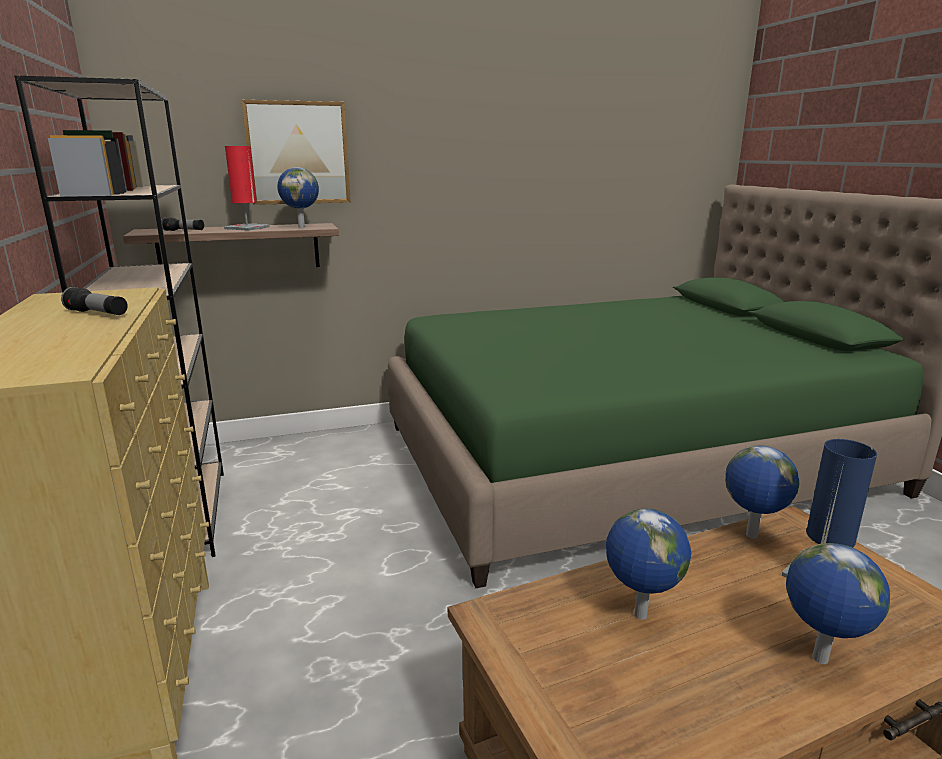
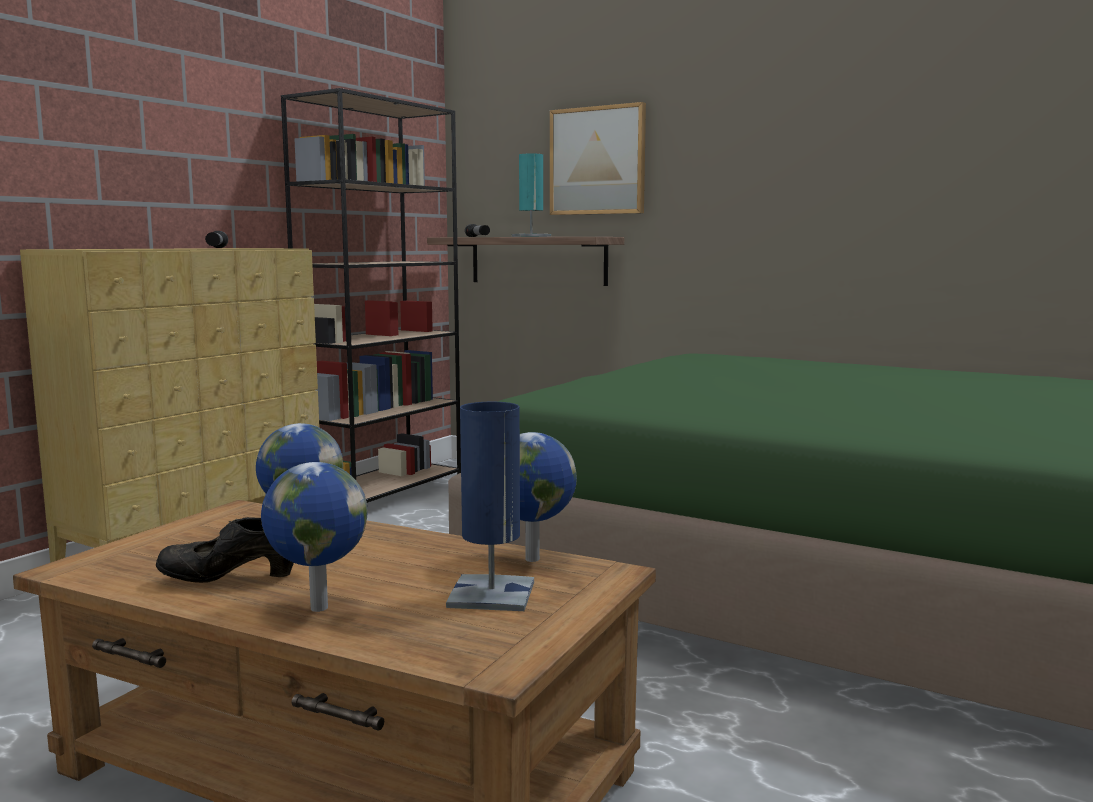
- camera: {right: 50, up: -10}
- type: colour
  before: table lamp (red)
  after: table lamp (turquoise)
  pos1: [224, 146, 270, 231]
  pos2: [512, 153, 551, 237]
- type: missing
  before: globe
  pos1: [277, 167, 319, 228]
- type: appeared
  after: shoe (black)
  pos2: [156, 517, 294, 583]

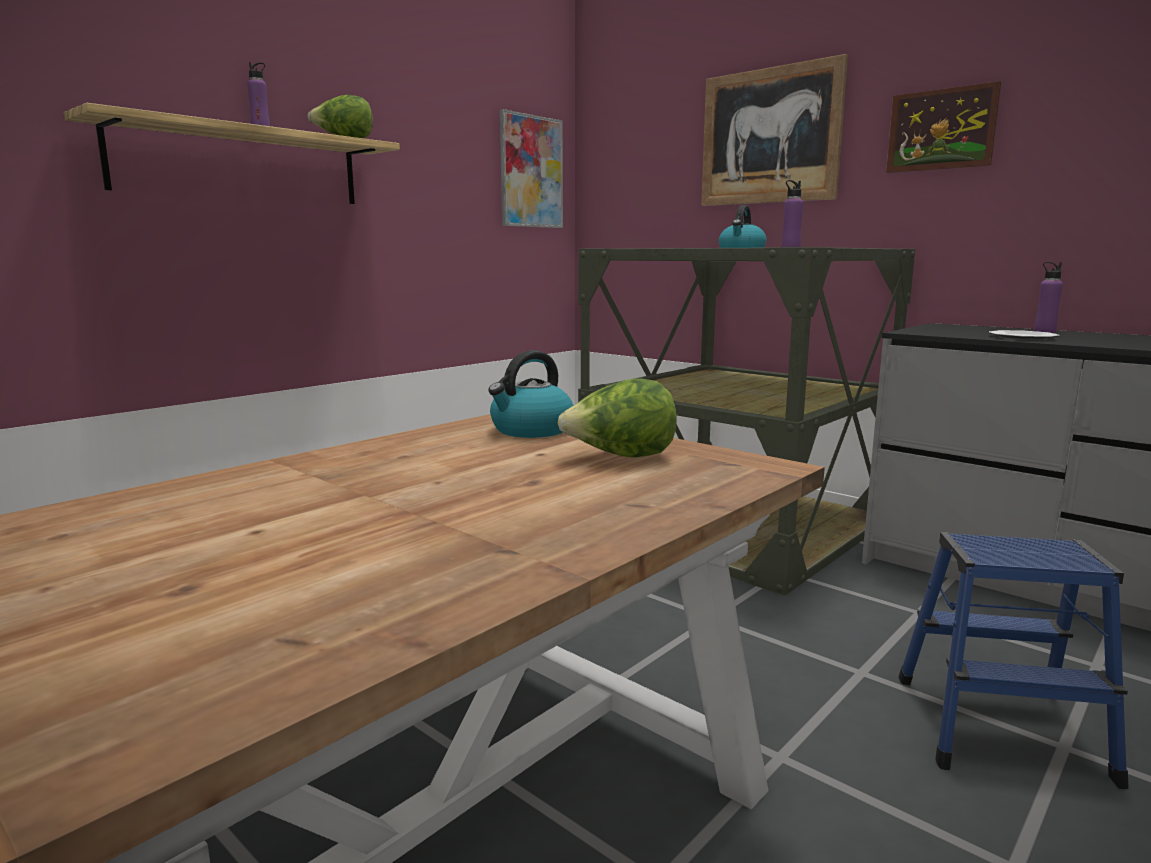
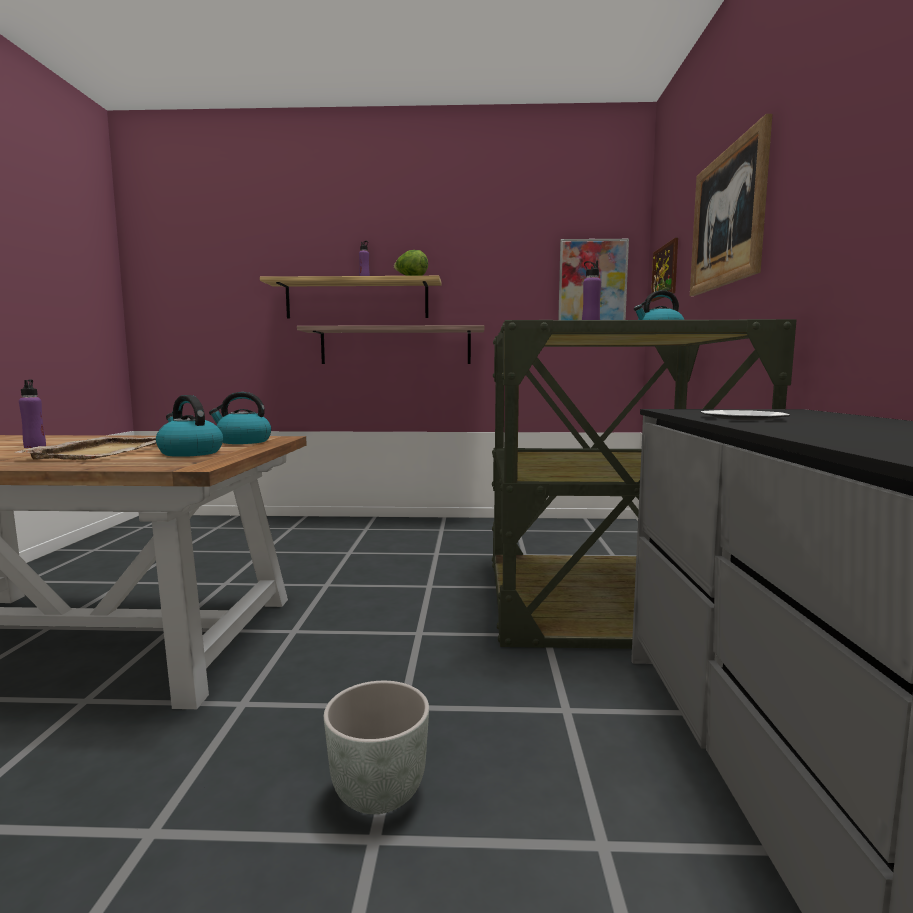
- camera: {right: 50, up: -5}
- type: relocated
  before: picture
  pos1: [886, 81, 1001, 173]
  pos2: [651, 238, 678, 302]
- type: relocated
  before: bottle (purple)
  pos1: [1034, 262, 1063, 333]
  pos2: [19, 380, 46, 448]
- type: exchanged
  before: lettuce
  after: kettle
  pos1: [558, 378, 677, 457]
  pos2: [156, 395, 223, 457]
- type: exchanged
  before: step ladder (blue)
  after: planter (grey)
  pos1: [898, 532, 1129, 789]
  pos2: [324, 681, 429, 814]
- type: appeared
  after: shelf
  pos2: [297, 325, 485, 364]
- type: appeared
  after: tray (beige)
  pos2: [15, 436, 156, 460]

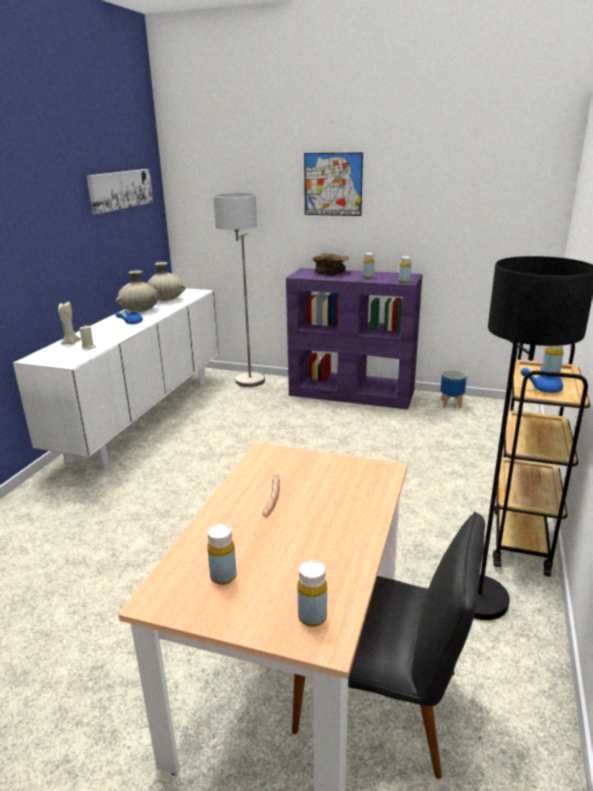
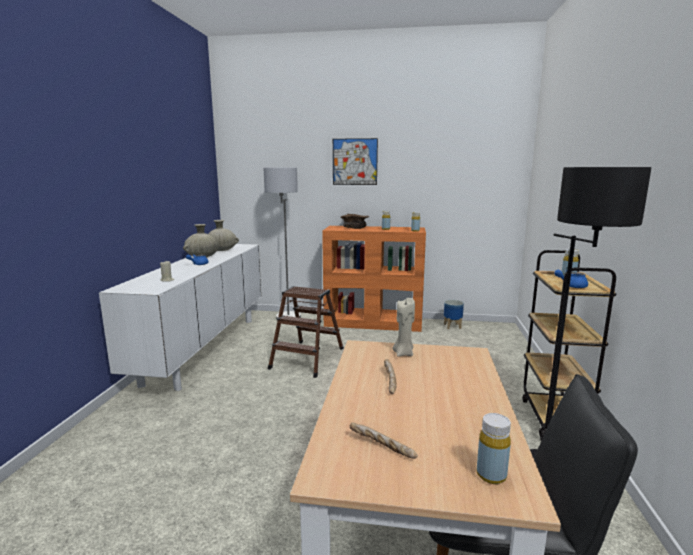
- camera: {right: -10, up: -10}
- type: missing
  before: picture
  pos1: [87, 169, 153, 214]
- type: colour
  before: bookcase (purple)
  after: bookcase (orange)
  pos1: [286, 268, 422, 409]
  pos2: [322, 226, 426, 332]
- type: relocated
  before: candle (beige)
  pos1: [58, 301, 81, 345]
  pos2: [392, 298, 415, 357]
- type: exchanged
  before: bottle (yellow)
  after: bread
  pos1: [207, 524, 237, 585]
  pos2: [350, 422, 418, 459]
- type: appeared
  after: step ladder (brown)
  pos2: [268, 286, 344, 378]

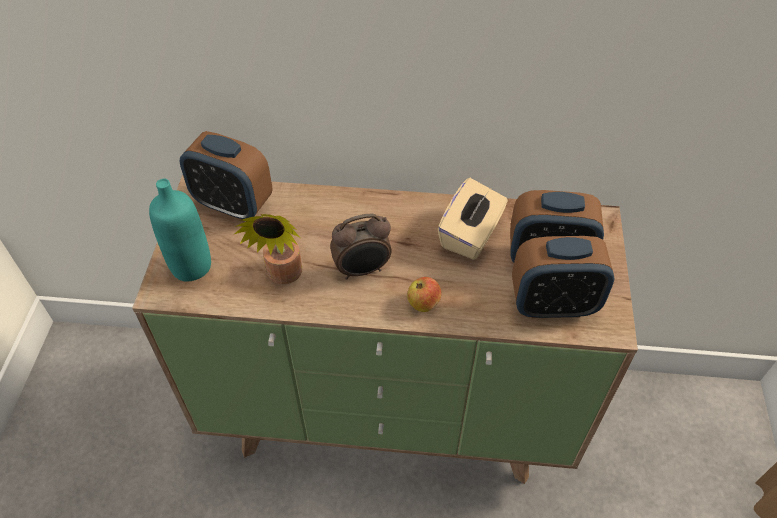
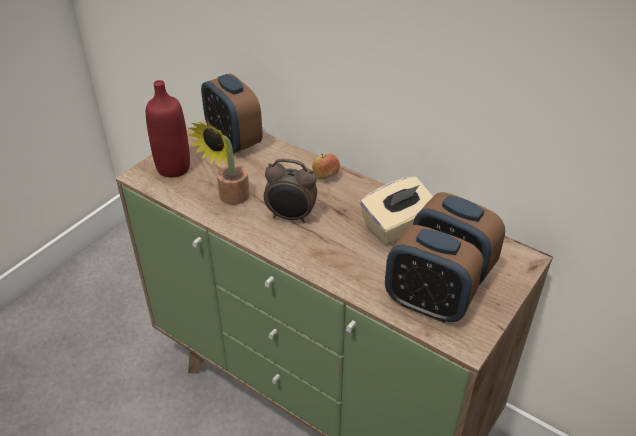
- camera: {right: 30, up: -10}
- type: colour
  before: bottle (turquoise)
  after: bottle (red)
  pos1: [149, 179, 211, 282]
  pos2: [146, 80, 190, 177]
- type: relocated
  before: apple
  pos1: [407, 277, 442, 312]
  pos2: [312, 153, 340, 180]

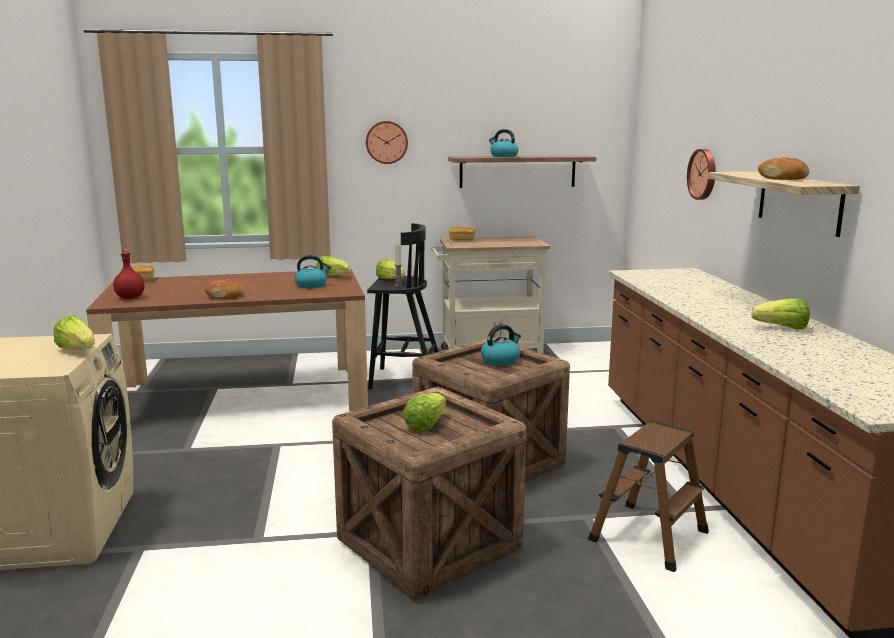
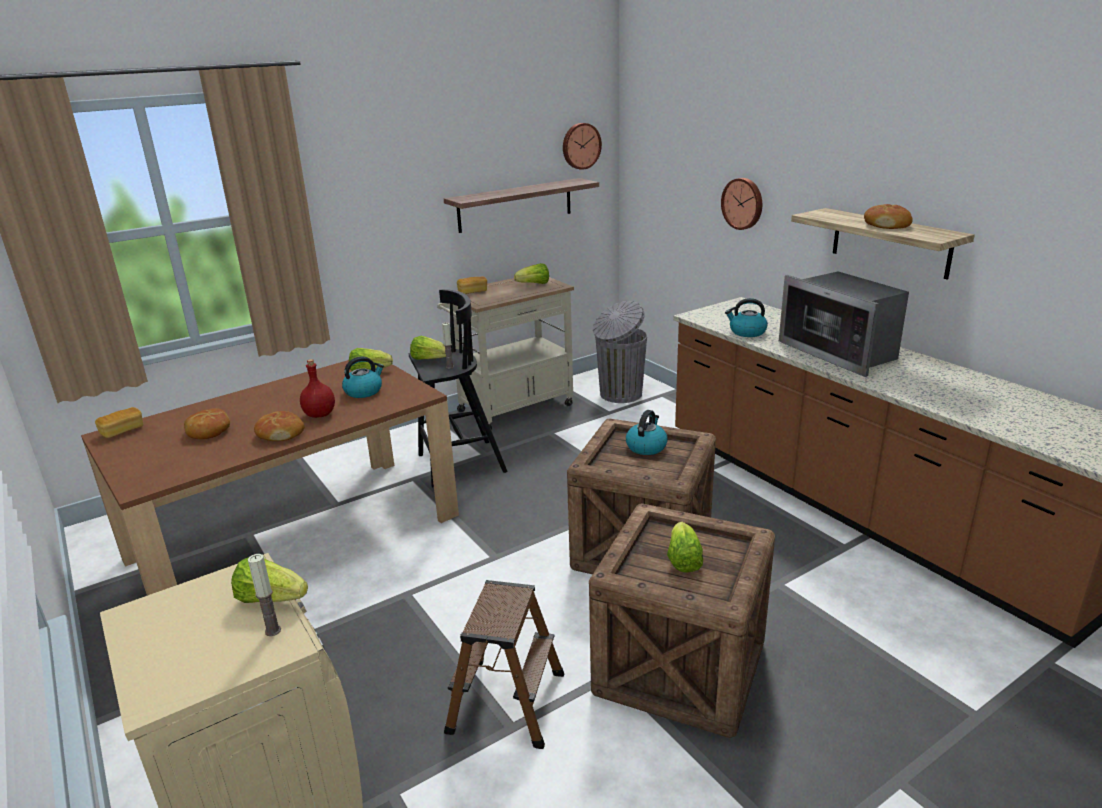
- camera: {right: -25, up: 10}
- type: relocated
  before: wall clock
  pos1: [366, 121, 408, 164]
  pos2: [563, 123, 602, 170]
- type: relocated
  before: kettle
  pos1: [489, 129, 518, 157]
  pos2: [725, 298, 768, 337]
- type: relocated
  before: bottle (red)
  pos1: [113, 249, 145, 299]
  pos2: [300, 359, 335, 418]
- type: relocated
  before: lettuce
  pos1: [752, 298, 810, 329]
  pos2: [514, 263, 549, 284]
- type: relocated
  before: step ladder (brown)
  pos1: [588, 420, 709, 572]
  pos2: [444, 580, 564, 749]
- type: appeared
  after: microwave
  pos2: [779, 271, 909, 377]
- type: appeared
  after: trash can (grey)
  pos2: [593, 301, 647, 403]
- type: appeared
  after: bread
  pos2: [184, 408, 230, 439]
- type: appeared
  after: candle
  pos2: [248, 554, 281, 636]

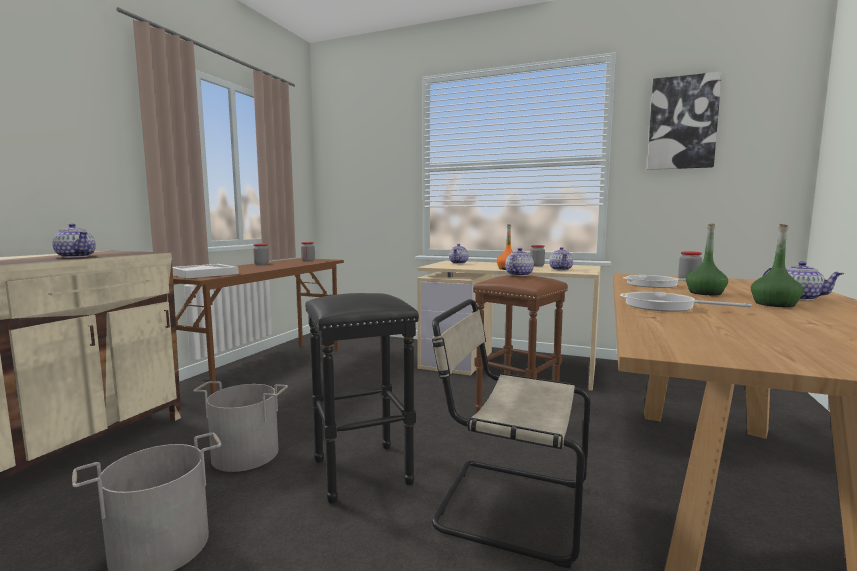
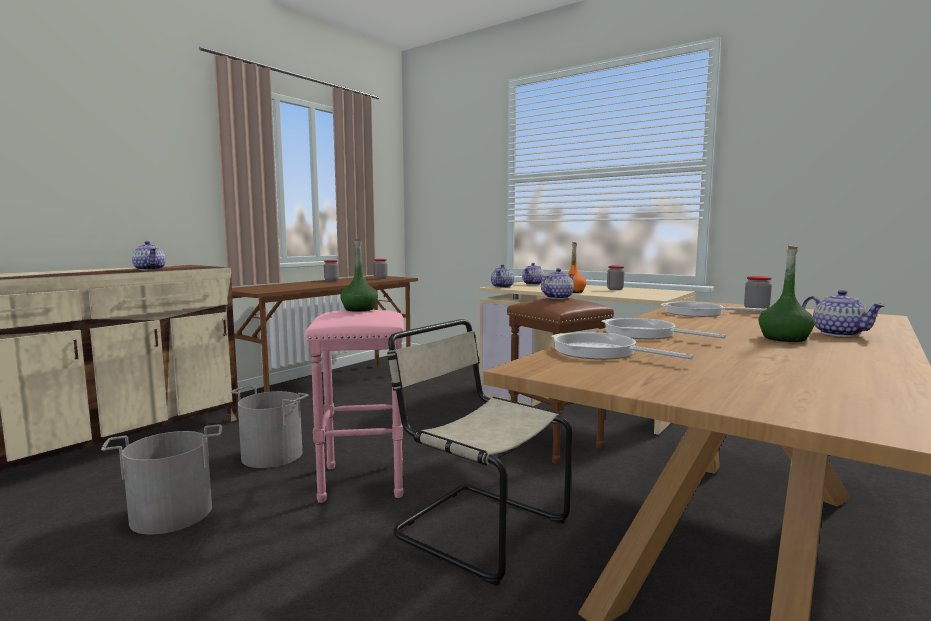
- camera: {right: 15, up: 0}
- type: missing
  before: picture
  pos1: [647, 71, 722, 170]
- type: relocated
  before: bottle (green)
  pos1: [686, 223, 728, 295]
  pos2: [340, 239, 378, 311]
- type: relocated
  before: teapot
  pos1: [549, 247, 573, 270]
  pos2: [491, 264, 514, 288]
- type: missing
  before: tray (white)
  pos1: [173, 264, 239, 278]
- type: colour
  before: stool (black)
  after: stool (pink)
  pos1: [305, 293, 419, 503]
  pos2: [305, 310, 404, 503]
- type: appeared
  after: frying pan
  pos2: [551, 332, 694, 360]

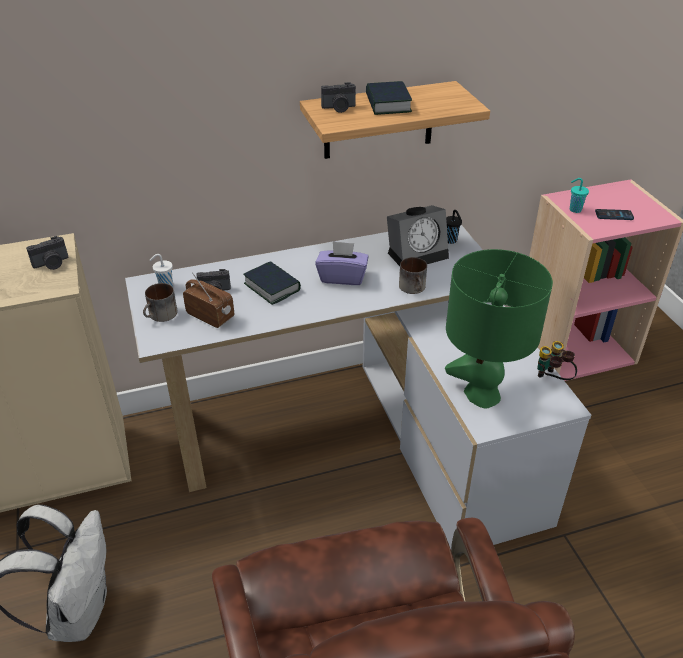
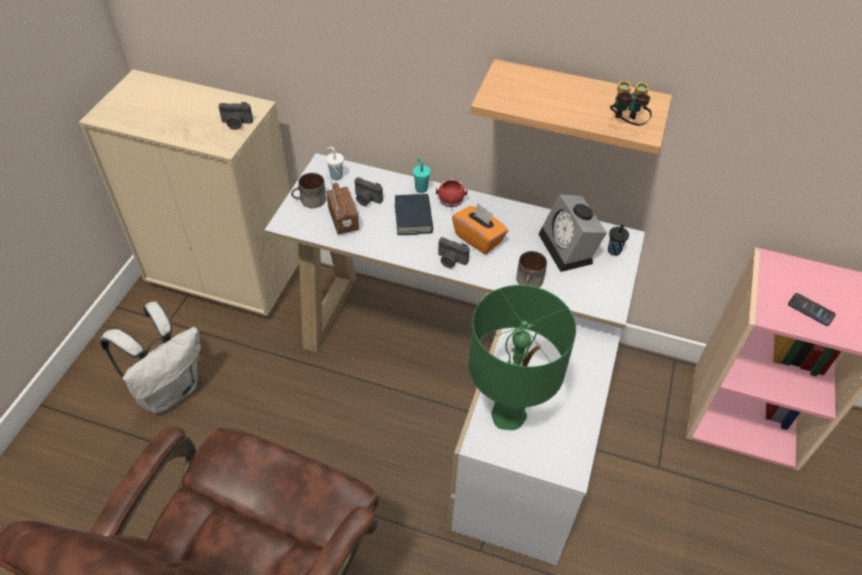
- camera: {right: 35, up: 10}
- type: missing
  before: book
  pos1: [366, 81, 412, 115]
- type: relocated
  before: photo camera
  pos1: [321, 82, 356, 113]
  pos2: [438, 237, 470, 268]
- type: relocated
  before: cup (turquoise)
  pos1: [570, 178, 589, 213]
  pos2: [413, 158, 431, 193]
- type: spun
  before: alarm clock
  pos1: [387, 205, 449, 266]
  pos2: [538, 194, 607, 272]
  turn: 60
- type: colour
  before: tissue box (purple)
  after: tissue box (orange)
  pos1: [315, 241, 369, 285]
  pos2: [452, 203, 508, 254]
- type: relocated
  before: binoculars
  pos1: [537, 341, 577, 380]
  pos2: [610, 81, 652, 126]
- type: appeared
  after: mug (red)
  pos2: [436, 179, 468, 207]

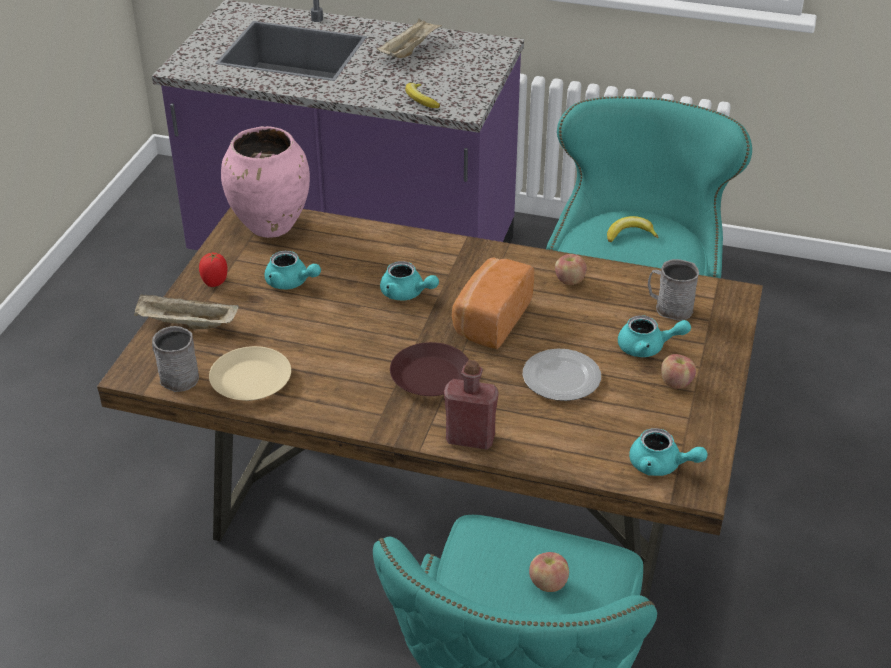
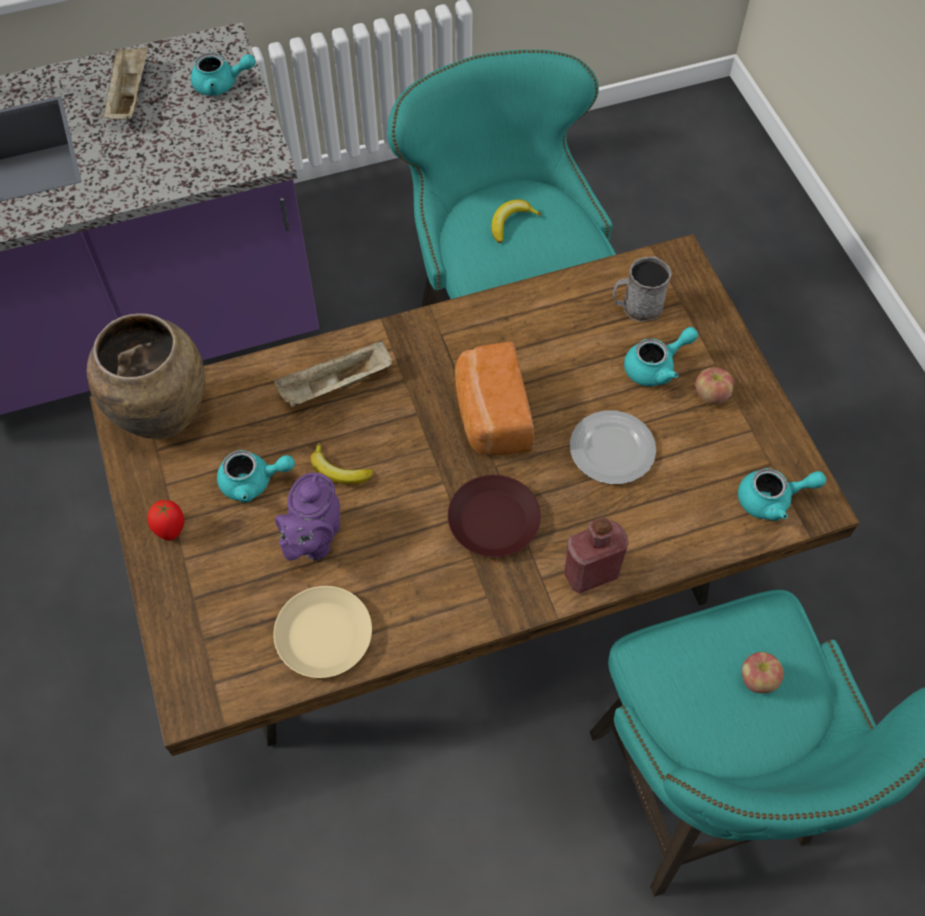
- camera: {right: -35, up: 20}
- type: relocated
  before: banana
  pos1: [405, 83, 440, 108]
  pos2: [311, 443, 374, 484]
- type: colour
  before: vase (pink)
  after: vase (brown)
  pos1: [221, 126, 310, 238]
  pos2: [87, 313, 205, 439]
- type: missing
  before: apple
  pos1: [555, 254, 587, 285]
- type: relocated
  before: teapot (turquoise)
  pos1: [380, 261, 439, 301]
  pos2: [191, 53, 256, 96]
- type: relocated
  before: tray (beige)
  pos1: [134, 294, 239, 329]
  pos2: [274, 341, 392, 407]
- type: missing
  before: mug (grey)
  pos1: [152, 326, 199, 392]
- type: appeared
  after: teapot (purple)
  pos2: [275, 473, 340, 560]

